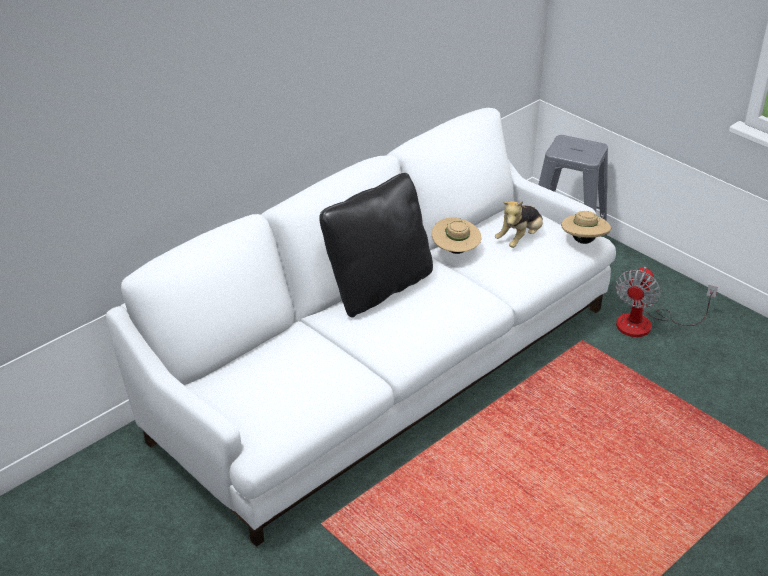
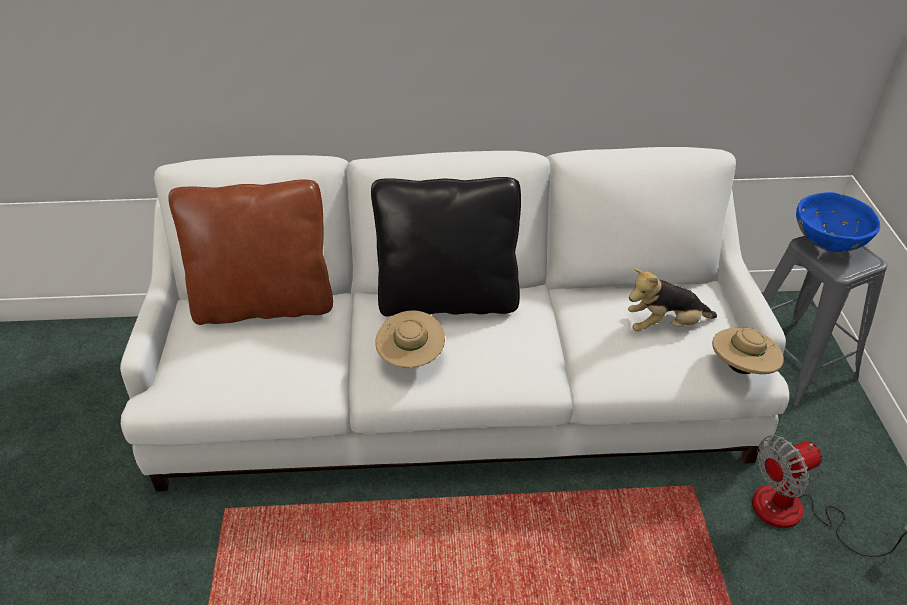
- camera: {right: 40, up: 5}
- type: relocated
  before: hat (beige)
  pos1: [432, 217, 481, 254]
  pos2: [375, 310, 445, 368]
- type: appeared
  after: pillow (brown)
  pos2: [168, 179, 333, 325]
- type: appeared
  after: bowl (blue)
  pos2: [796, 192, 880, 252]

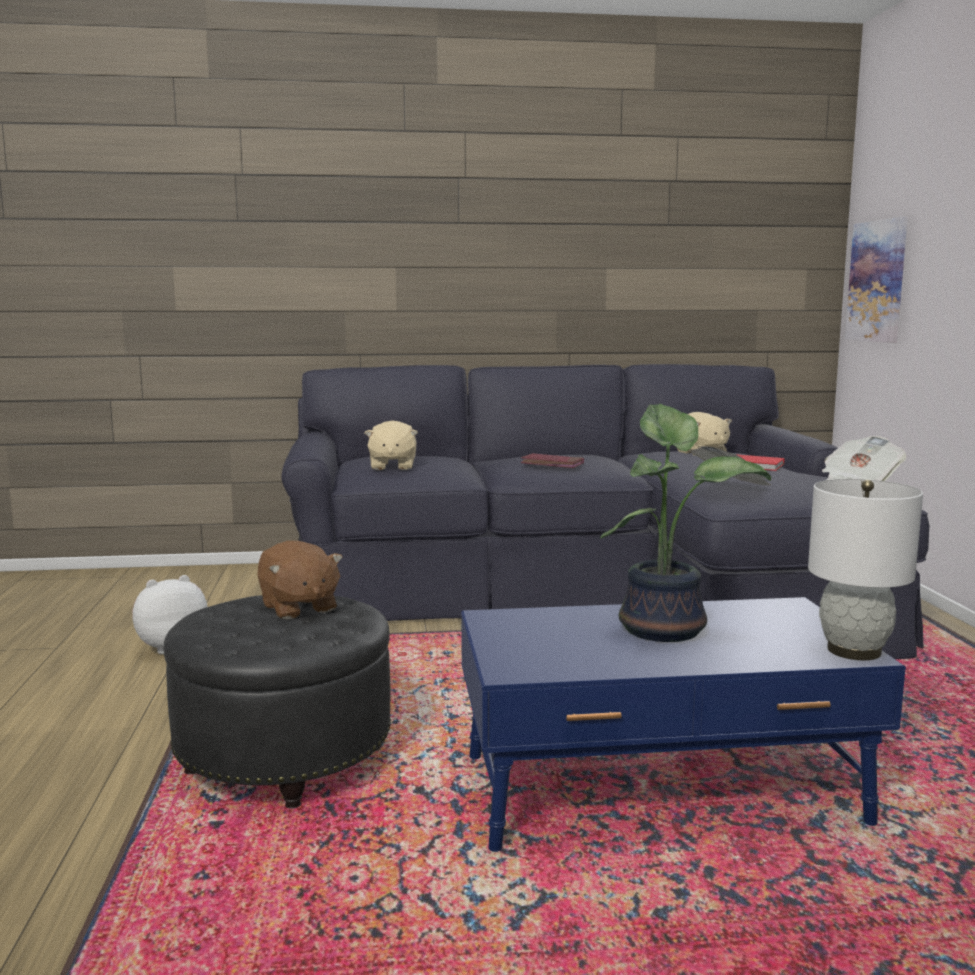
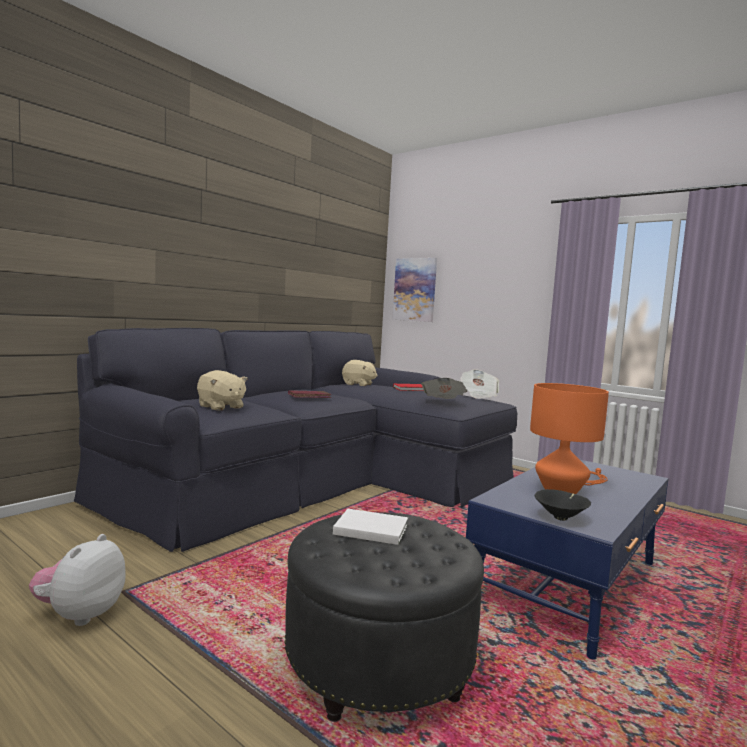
- camera: {right: -45, up: -5}
- type: exchanged
  before: potted plant
  after: table lamp (orange)
  pos1: [600, 404, 771, 642]
  pos2: [530, 383, 609, 494]
- type: missing
  before: table lamp (white)
  pos1: [808, 479, 923, 660]
- type: exchanged
  before: plush toy (brown)
  after: book (white)
  pos1: [257, 540, 343, 619]
  pos2: [333, 509, 408, 545]
- type: appeared
  after: bowl (black)
  pos2: [535, 489, 591, 521]

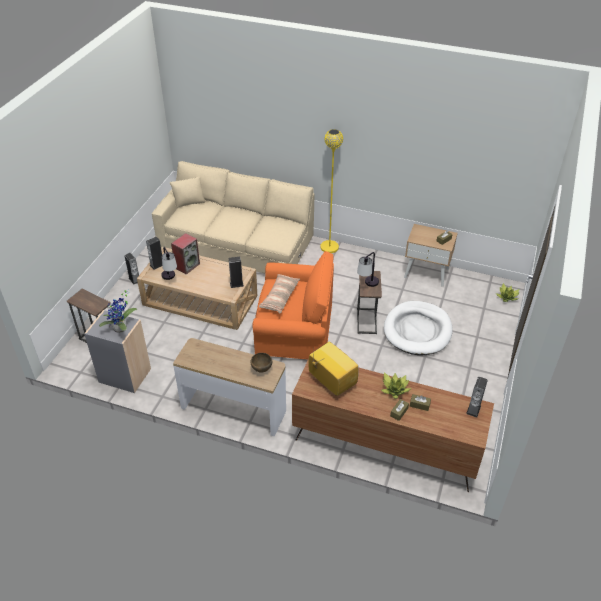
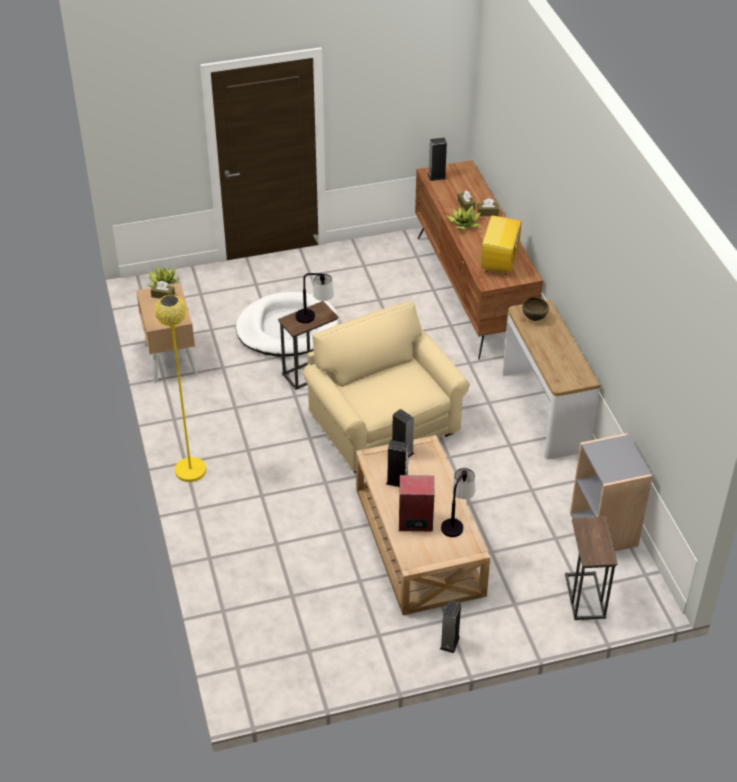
- camera: {right: -125, up: 0}
- type: missing
  before: sofa (beige)
  pos1: [152, 161, 315, 273]
- type: relocated
  before: speaker
  pos1: [146, 237, 162, 270]
  pos2: [386, 440, 409, 487]
- type: colour
  before: armchair (orange)
  after: armchair (beige)
  pos1: [252, 251, 334, 359]
  pos2: [303, 301, 469, 473]
- type: missing
  before: pillow
  pos1: [259, 274, 300, 313]
- type: missing
  before: potted plant
  pos1: [99, 289, 138, 333]

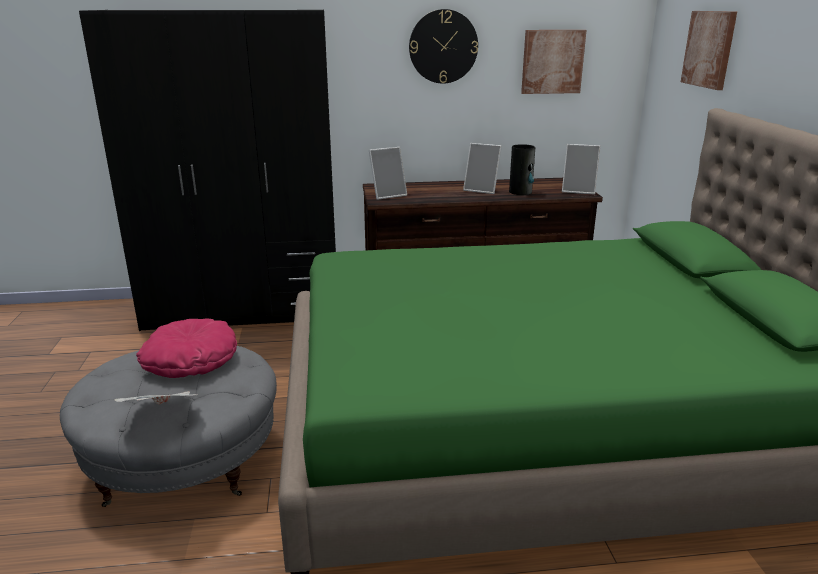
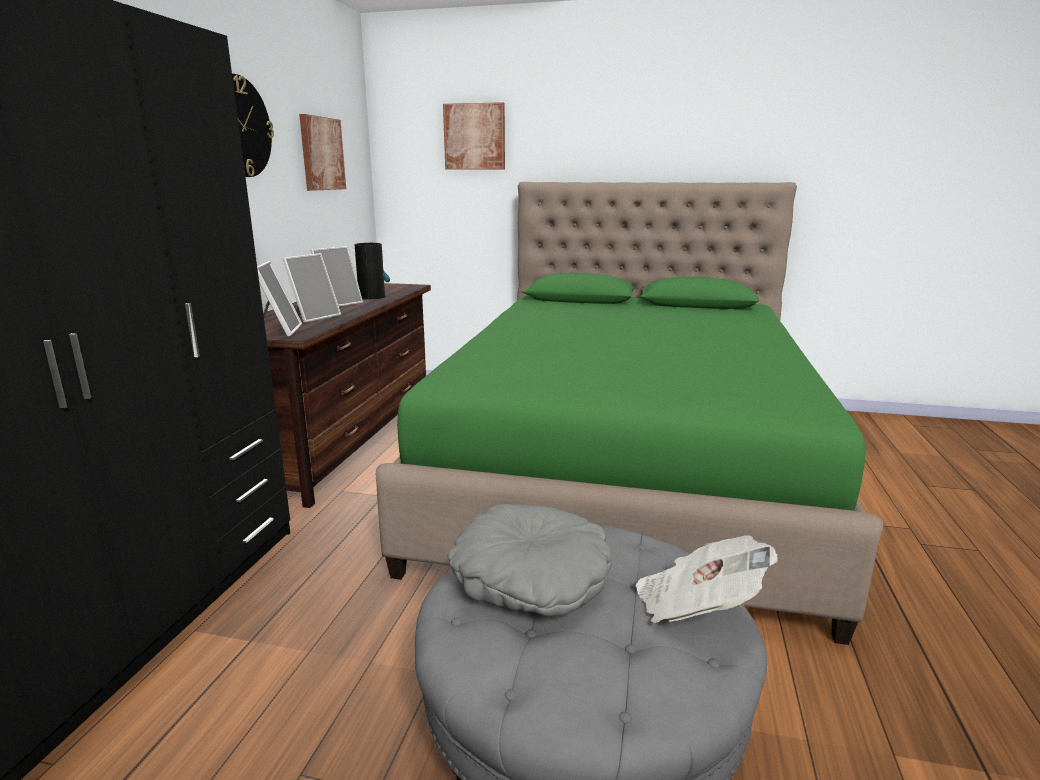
- camera: {right: -70, up: -5}
- type: relocated
  before: picture frame
  pos1: [562, 144, 600, 195]
  pos2: [282, 253, 341, 323]
- type: colour
  before: pillow (pink)
  after: pillow (grey)
  pos1: [136, 318, 237, 378]
  pos2: [448, 504, 612, 617]

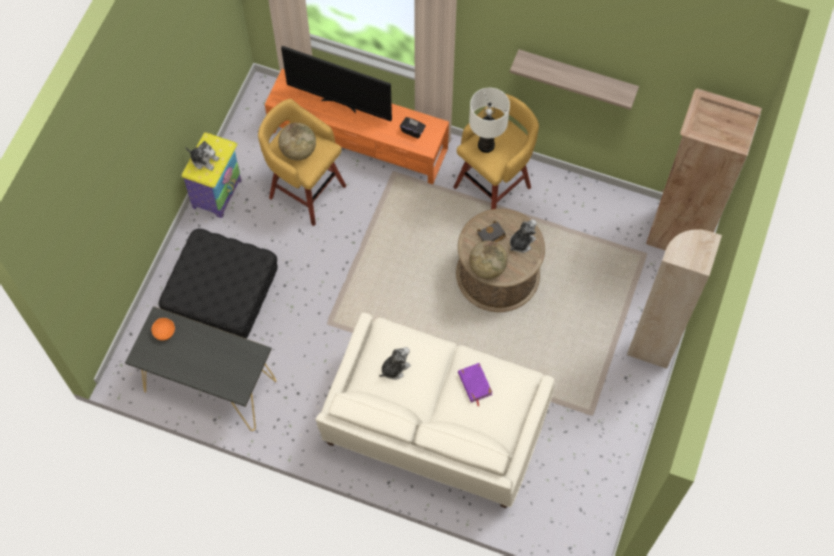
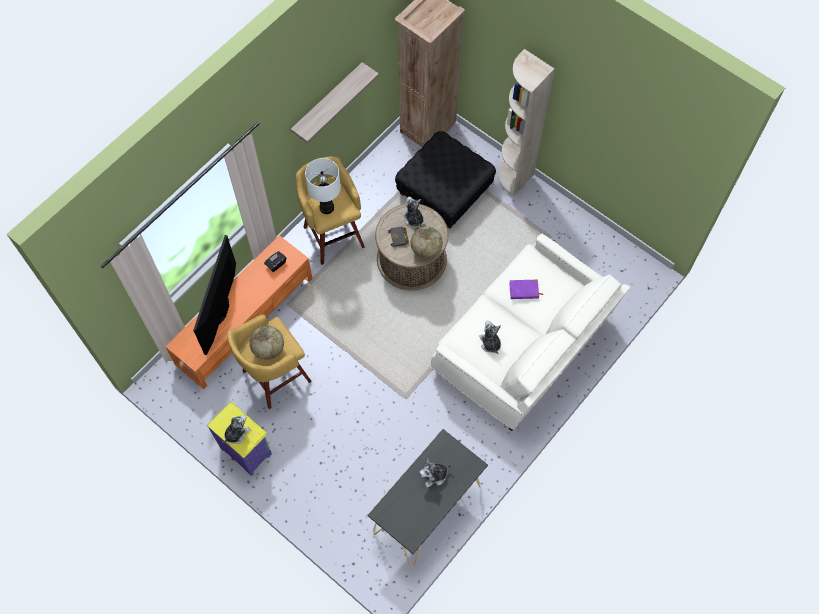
- camera: {right: -70, up: 0}
- type: spun
  before: television
  pos1: [281, 46, 392, 122]
  pos2: [193, 235, 236, 355]
  turn: 150
- type: relocated
  before: ottoman (black)
  pos1: [159, 229, 278, 339]
  pos2: [395, 131, 496, 229]
- type: missing
  before: bowl (orange)
  pos1: [151, 318, 175, 341]
- type: appeared
  after: plush toy
  pos2: [420, 459, 451, 487]

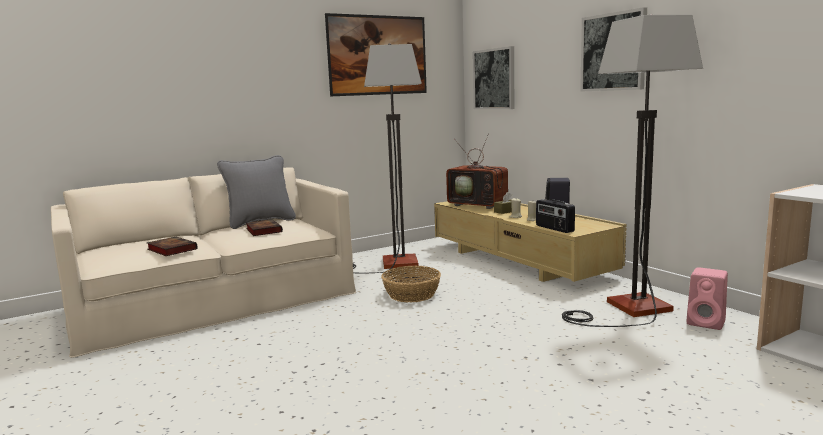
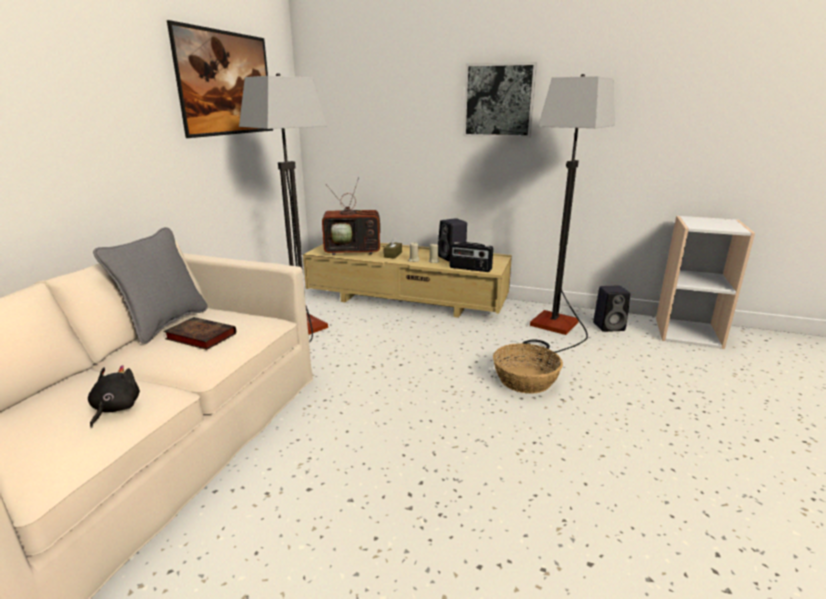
- camera: {right: -40, up: 10}
- type: missing
  before: picture
  pos1: [473, 46, 514, 109]
- type: exchanged
  before: book
  after: plush toy (black)
  pos1: [147, 236, 198, 256]
  pos2: [88, 365, 140, 428]
- type: relocated
  before: basket
  pos1: [381, 266, 441, 302]
  pos2: [493, 343, 563, 394]
- type: colour
  before: speaker (pink)
  after: speaker (black)
  pos1: [686, 267, 728, 330]
  pos2: [593, 285, 630, 332]

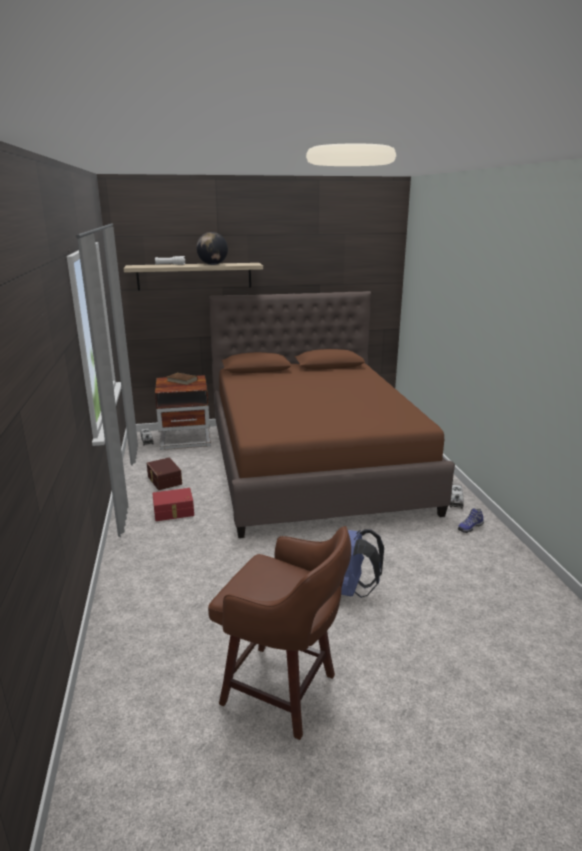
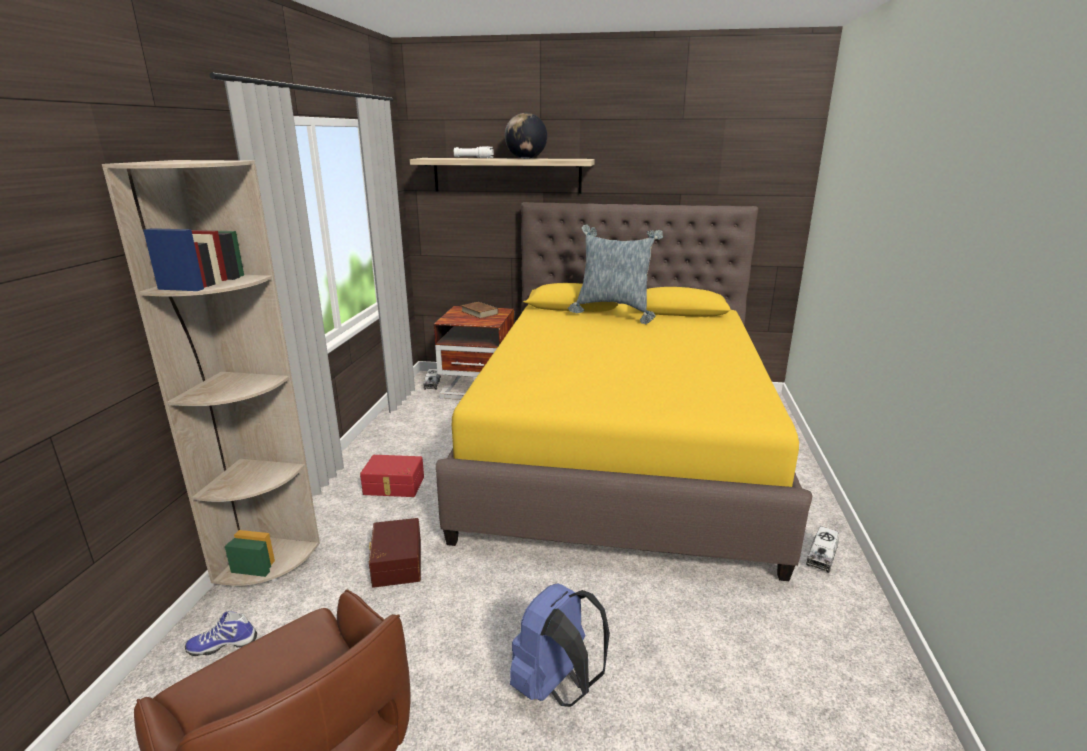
- camera: {right: 20, up: 0}
- type: colour
  before: bed (brown)
  after: bed (yellow)
  pos1: [209, 291, 455, 538]
  pos2: [436, 202, 812, 581]
- type: relocated
  before: storage box (brown)
  pos1: [147, 458, 182, 490]
  pos2: [369, 518, 421, 588]
- type: relocated
  before: shoe
  pos1: [458, 508, 484, 533]
  pos2: [185, 611, 257, 656]
- type: appeared
  after: bookcase (beige)
  pos2: [102, 160, 320, 586]
- type: appeared
  after: pillow
  pos2: [567, 224, 663, 324]

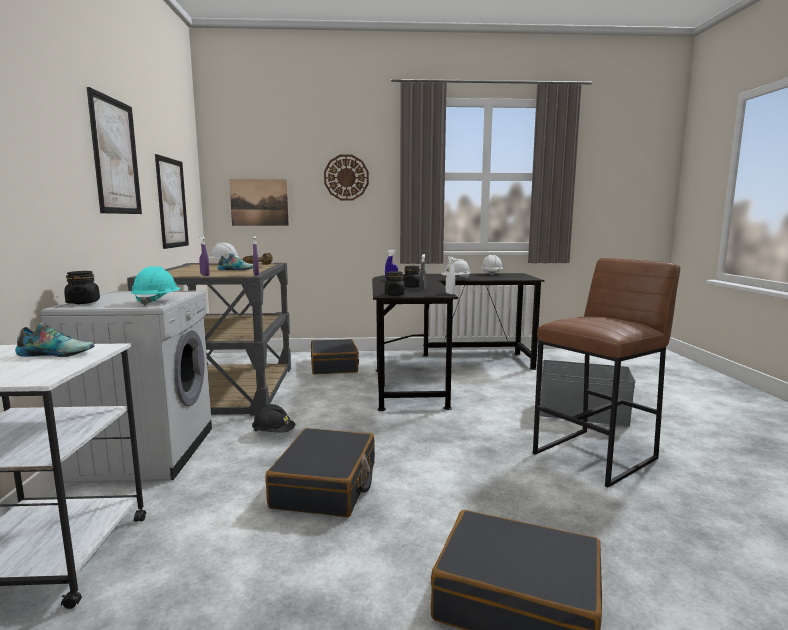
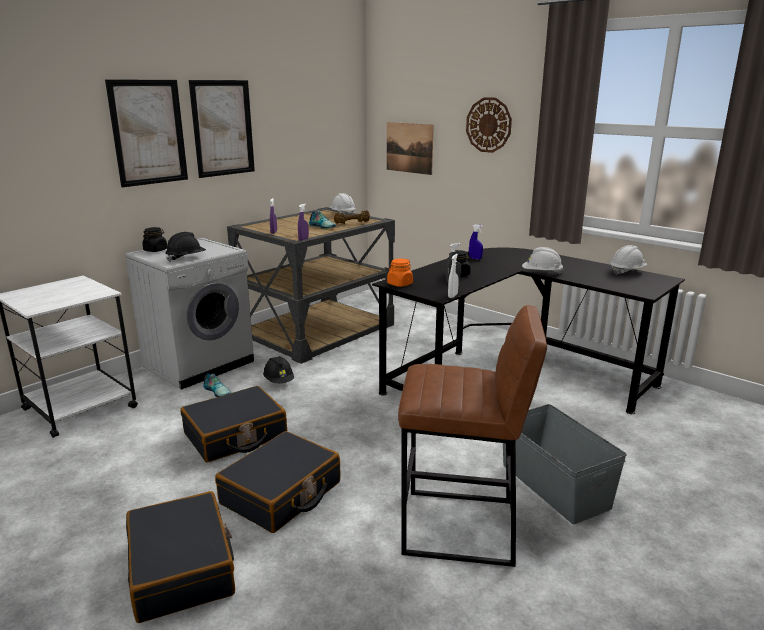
- camera: {right: 45, up: 10}
- type: relocated
  before: picture
  pos1: [155, 154, 189, 249]
  pos2: [105, 79, 188, 187]
- type: colour
  before: hard hat (turquoise)
  after: hard hat (black)
  pos1: [131, 266, 181, 306]
  pos2: [165, 232, 206, 262]
- type: colour
  before: jar (black)
  after: jar (orange)
  pos1: [385, 271, 404, 296]
  pos2: [387, 259, 413, 287]
- type: relocated
  before: shoe
  pos1: [15, 322, 95, 357]
  pos2: [203, 373, 231, 397]
- type: relocated
  before: suitcase (black)
  pos1: [311, 339, 359, 375]
  pos2: [215, 431, 341, 533]

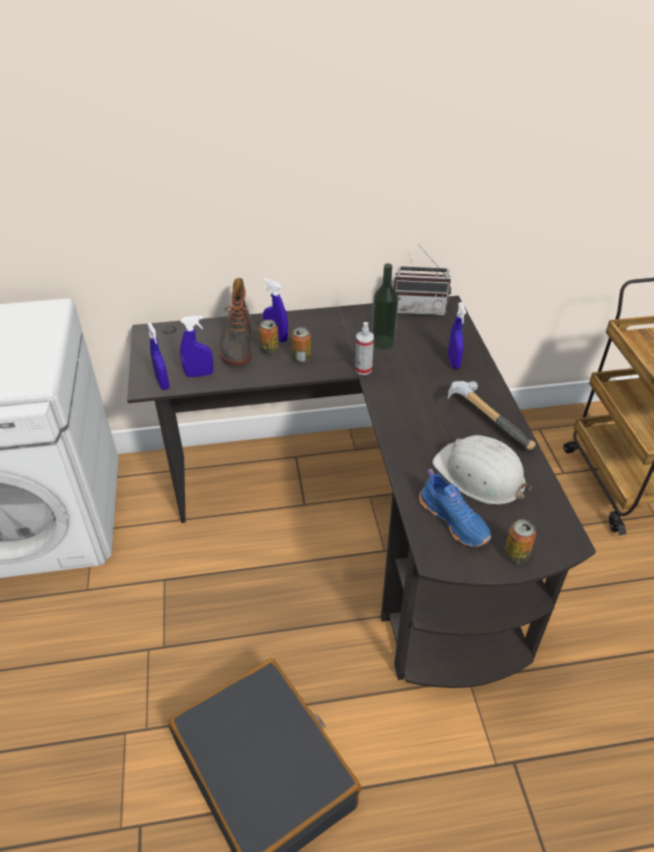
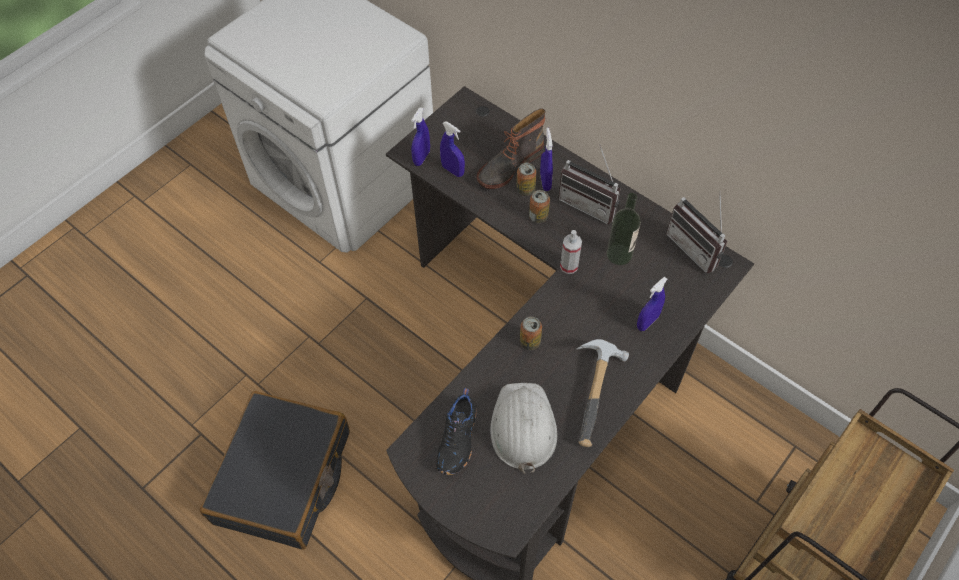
- camera: {right: 50, up: 15}
- type: colour
  before: shoe (blue)
  after: shoe (black)
  pos1: [419, 469, 491, 547]
  pos2: [436, 388, 477, 475]
- type: relocated
  before: can
  pos1: [504, 520, 536, 563]
  pos2: [520, 317, 542, 350]
- type: appeared
  after: radio
  pos2: [558, 144, 621, 224]

